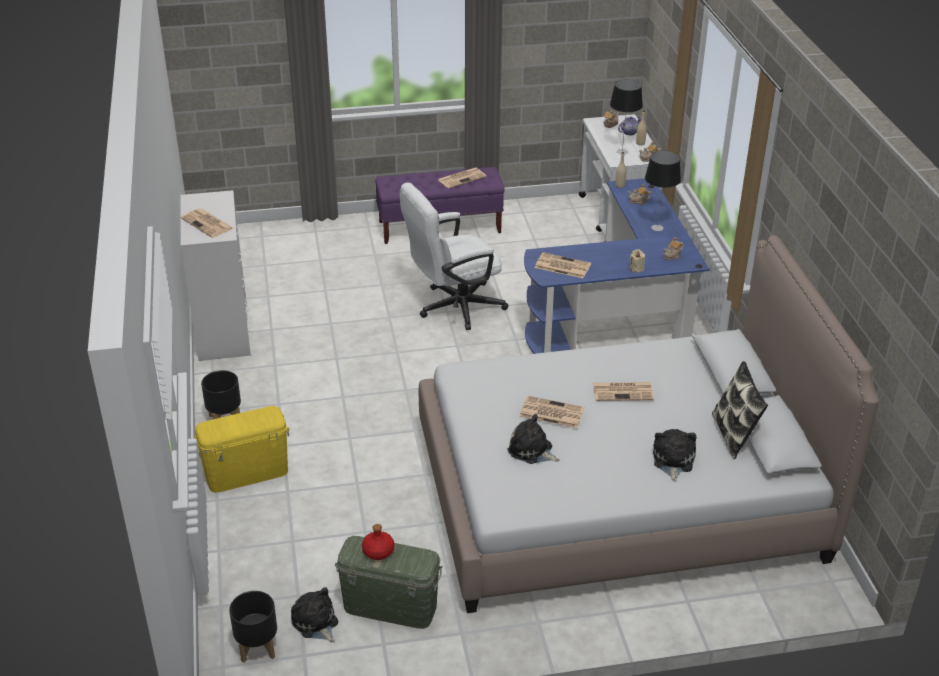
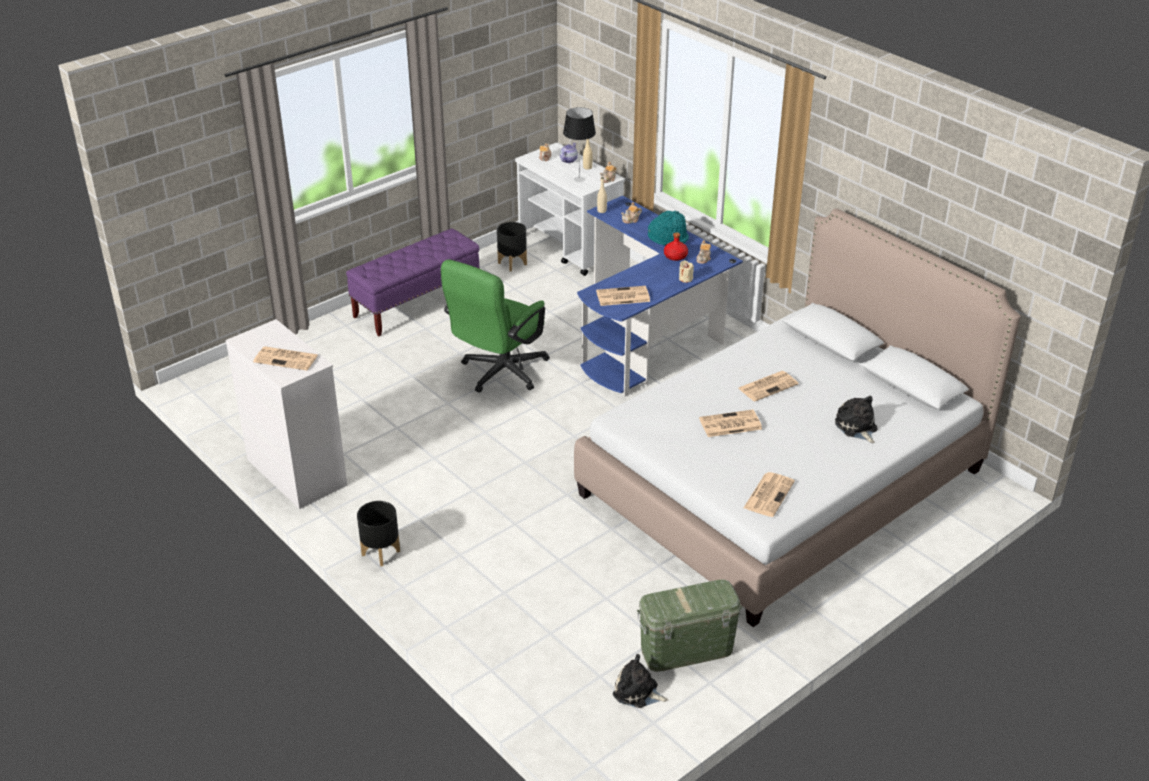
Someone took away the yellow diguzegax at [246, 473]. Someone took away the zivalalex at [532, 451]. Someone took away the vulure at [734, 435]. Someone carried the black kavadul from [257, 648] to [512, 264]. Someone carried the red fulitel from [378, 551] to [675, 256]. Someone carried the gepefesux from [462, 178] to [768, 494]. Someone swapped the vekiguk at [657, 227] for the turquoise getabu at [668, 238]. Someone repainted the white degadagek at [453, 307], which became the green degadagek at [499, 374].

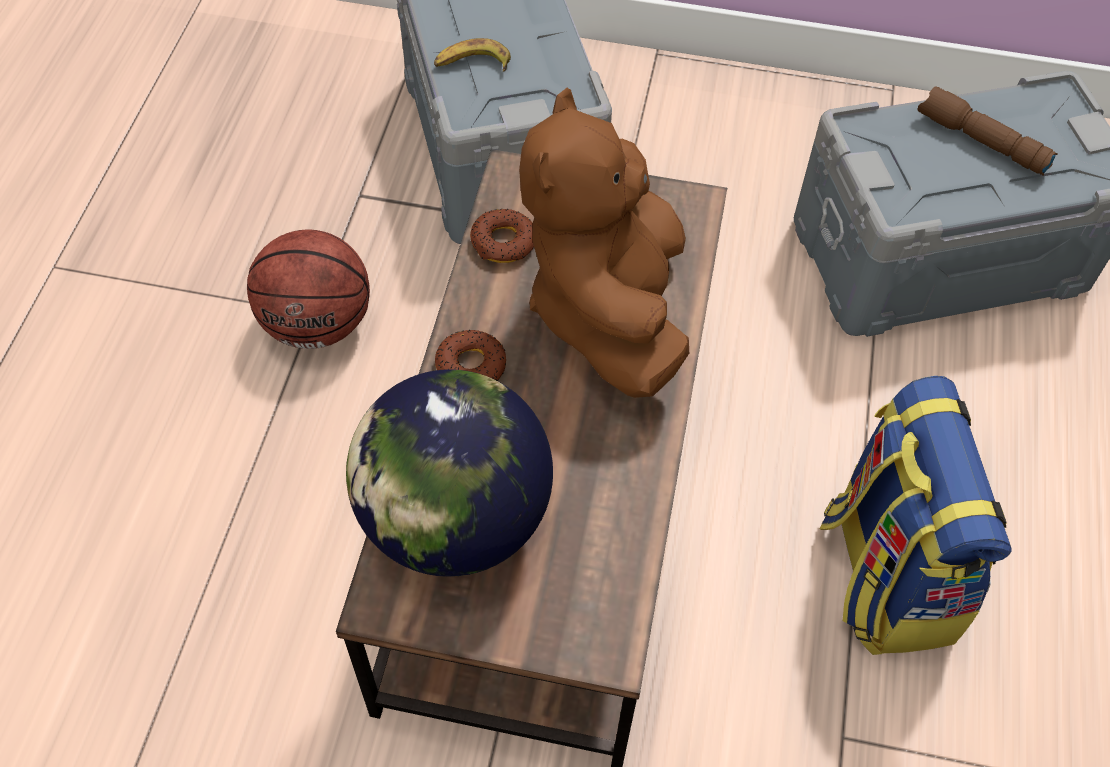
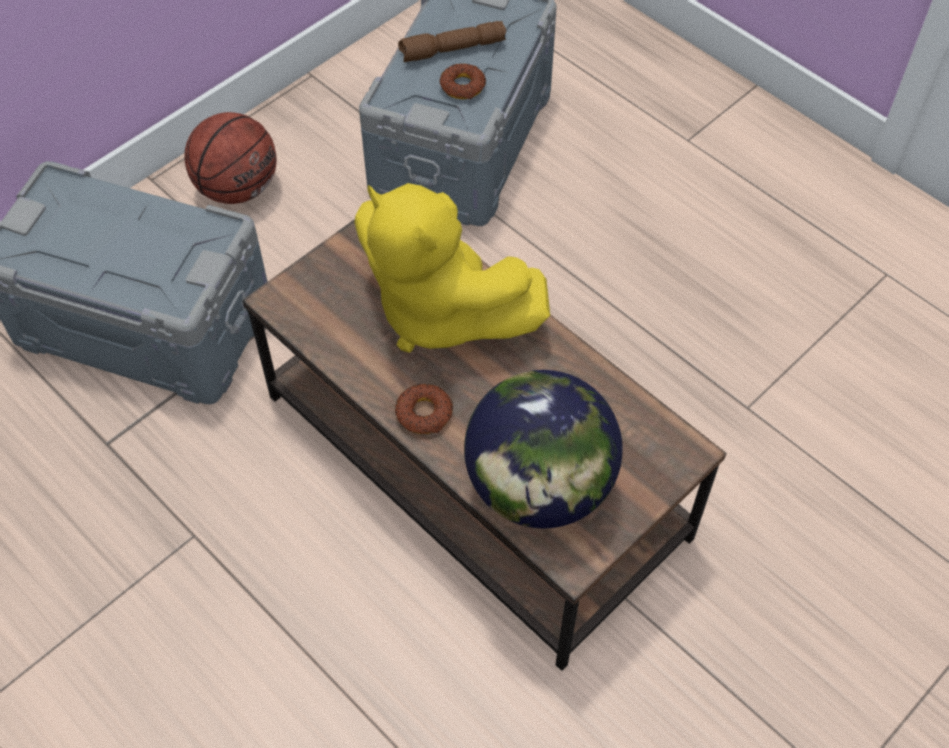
Someone took away the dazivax at [472, 64]. Someone took away the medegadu at [884, 574]. Someone carried the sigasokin from [318, 324] to [238, 188]. Someone carried the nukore from [503, 242] to [463, 86]. Someone repainted the brown zivalalex at [608, 309], which became the yellow zivalalex at [440, 311].

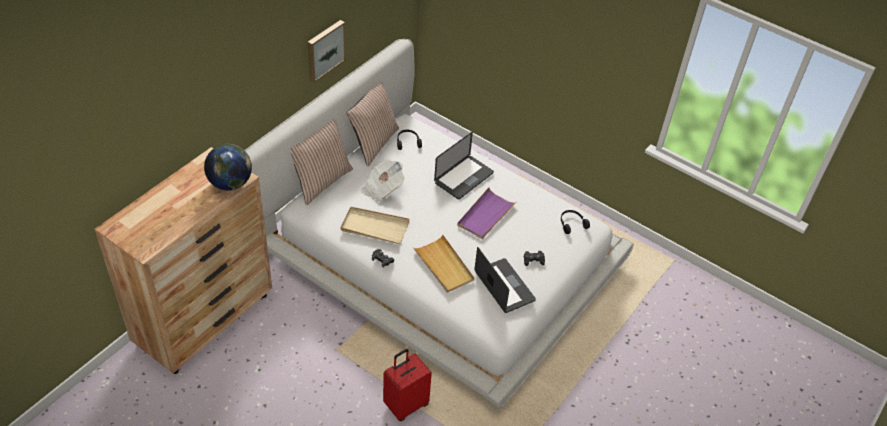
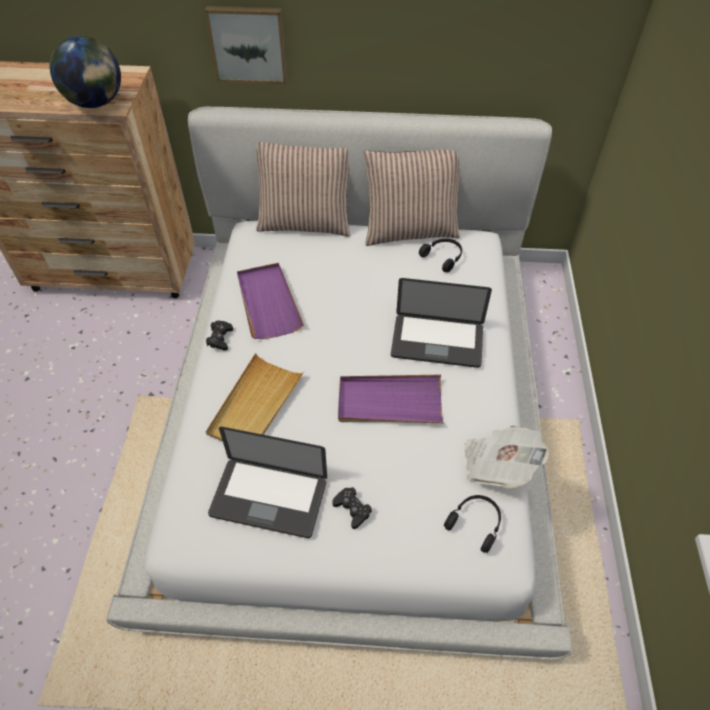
Someone took away the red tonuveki at [405, 404]. Someone carried the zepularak from [325, 50] to [248, 44]. Someone carried the gepefesux from [382, 188] to [498, 465]. Someone repainted the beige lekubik at [374, 227], which became the purple lekubik at [268, 302]. Someone rotated the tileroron at [504, 286] by 75 degrees clockwise.

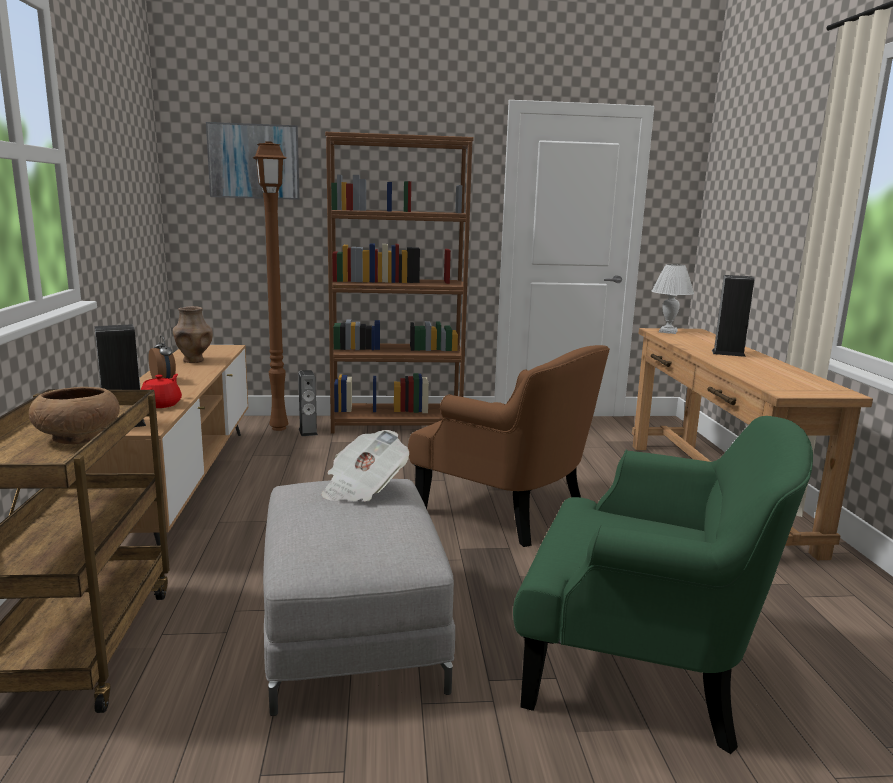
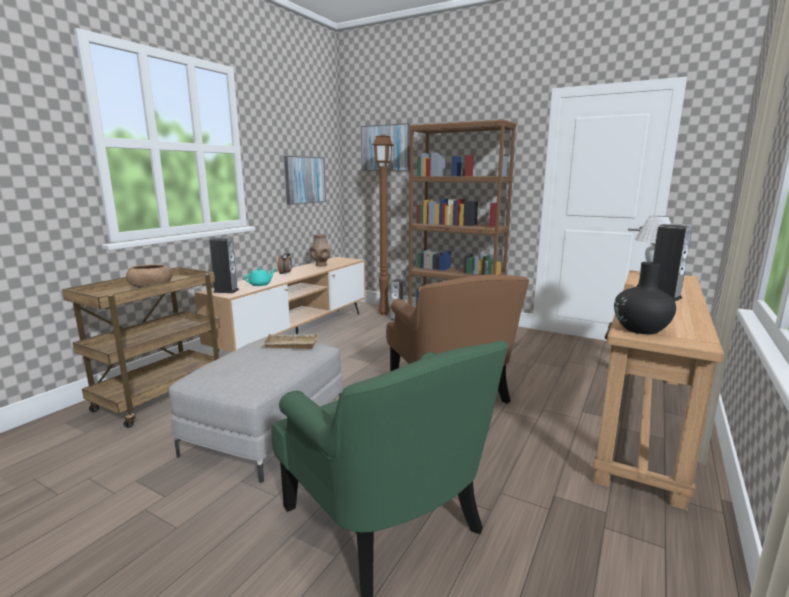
Someone put up the zepularak at [304, 180]. Someone put down the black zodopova at [640, 329]. Someone swapped the gepefesux at [363, 488] for the beige lekubik at [290, 345]. Someone repainted the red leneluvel at [162, 404], which became the turquoise leneluvel at [260, 284].

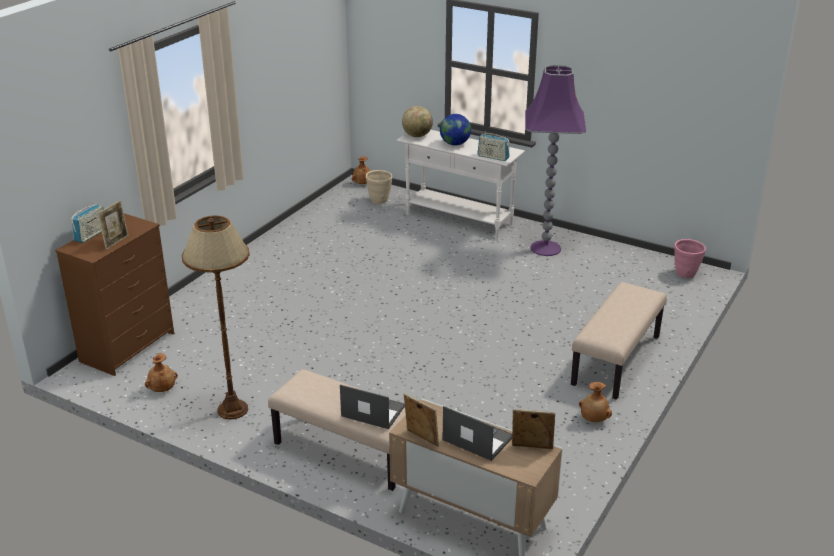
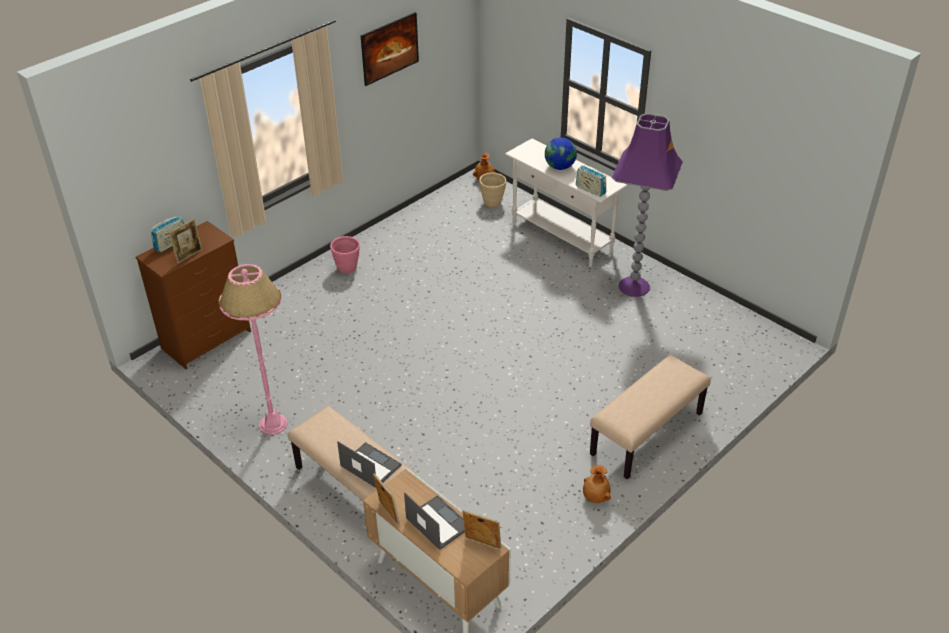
Someone took away the brown zodopova at [162, 389]. Someone took away the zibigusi at [417, 136]. Someone put up the zepularak at [390, 60]. Someone carried the pink kavadul from [686, 274] to [347, 269]. Someone repainted the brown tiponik at [233, 409], which became the pink tiponik at [273, 424].

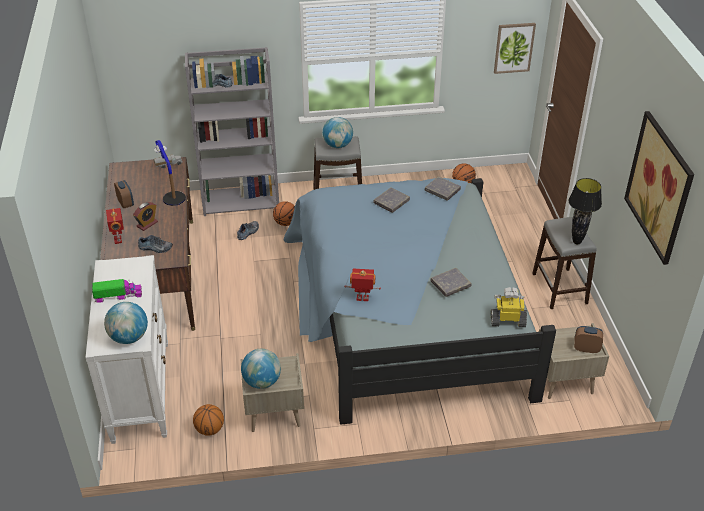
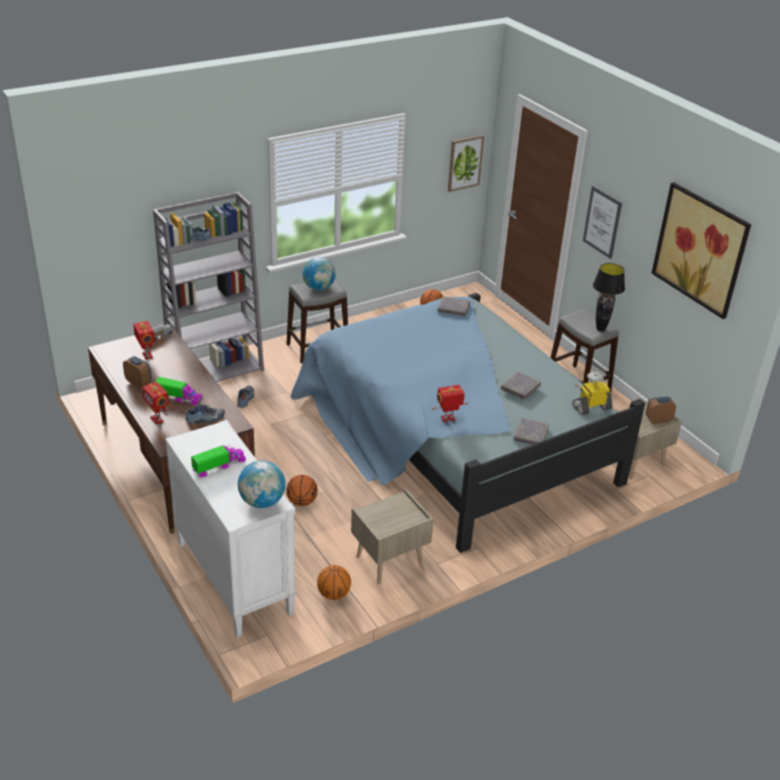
Someone took away the vekiguk at [171, 191]. Someone took away the zibigusi at [262, 381]. Someone put down the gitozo at [146, 356]. Someone put up the zepularak at [602, 222]. Someone carried the sigasokin from [285, 223] to [302, 502]. Someone carried the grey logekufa from [391, 202] to [530, 434]. Someone swapped the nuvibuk at [147, 224] for the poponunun at [178, 398].

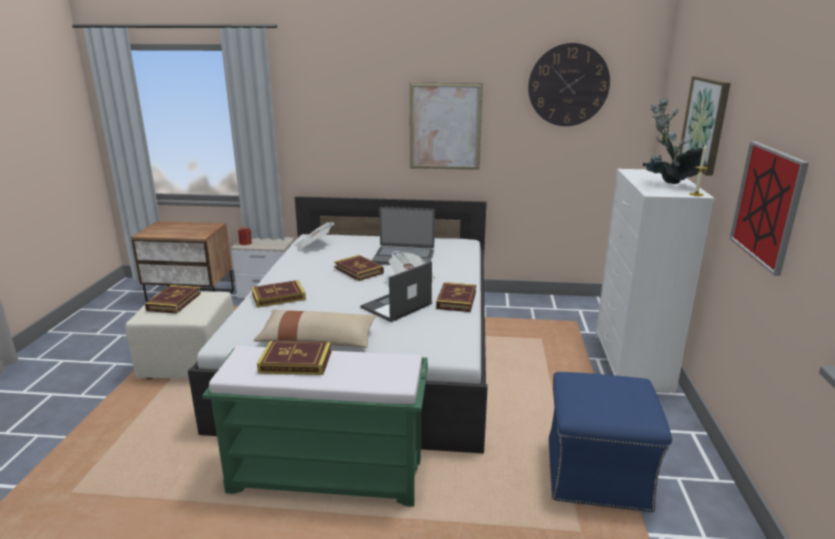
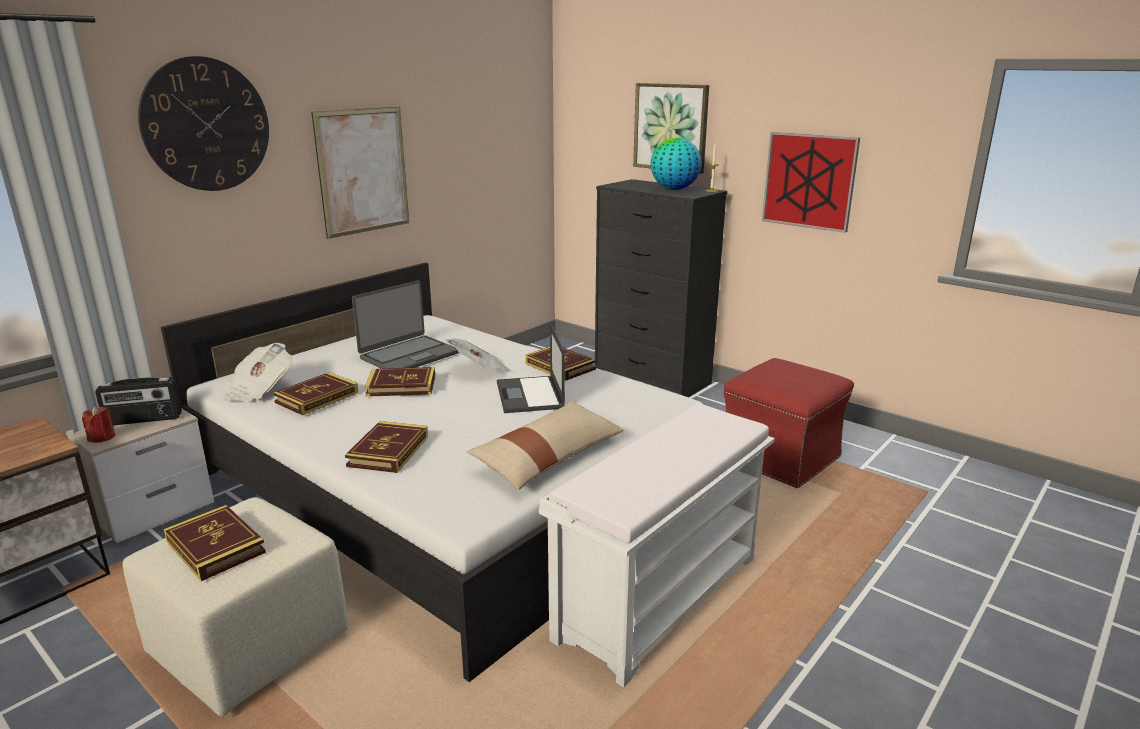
Someone put down the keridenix at [143, 420]. Someone carried the logekufa from [296, 362] to [317, 397]. Someone carried the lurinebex from [568, 85] to [206, 125]. Someone swapped the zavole at [666, 185] for the zibigusi at [674, 189]. Someone repainted the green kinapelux at [328, 475], which became the white kinapelux at [659, 597]. Someone repainted the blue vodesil at [598, 474], which became the red vodesil at [780, 457]. Someone repainted the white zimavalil at [632, 362], which became the black zimavalil at [653, 378].

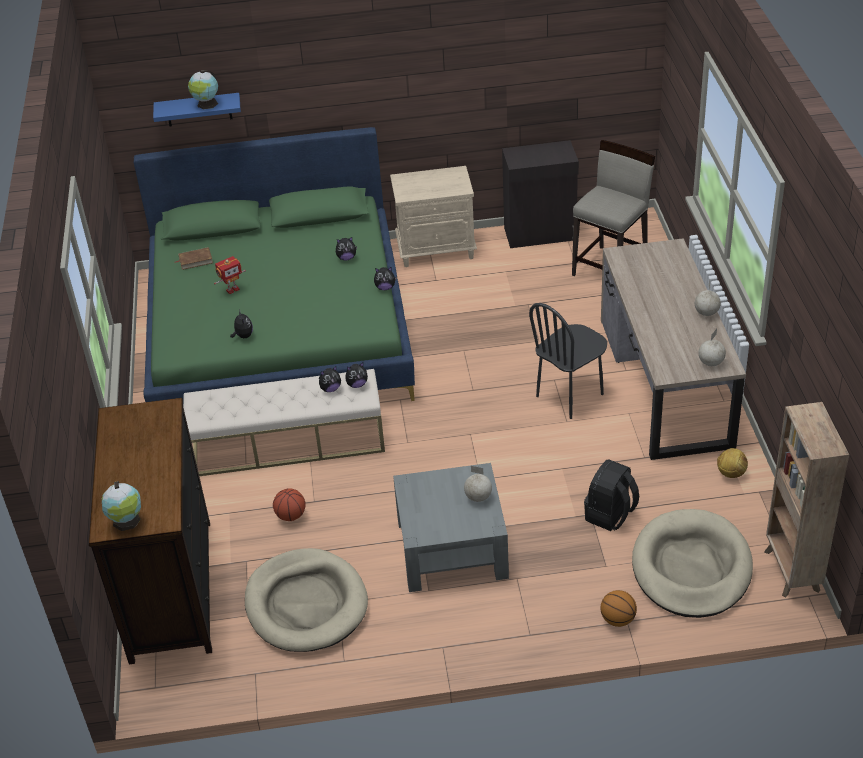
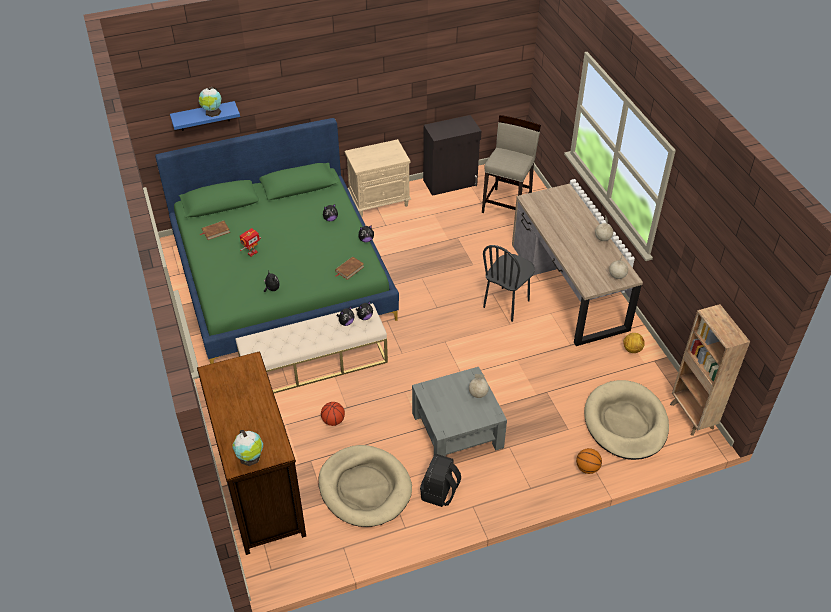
Someone put down the brown logekufa at [349, 269]. Someone carried the black medegadu from [610, 515] to [440, 493].

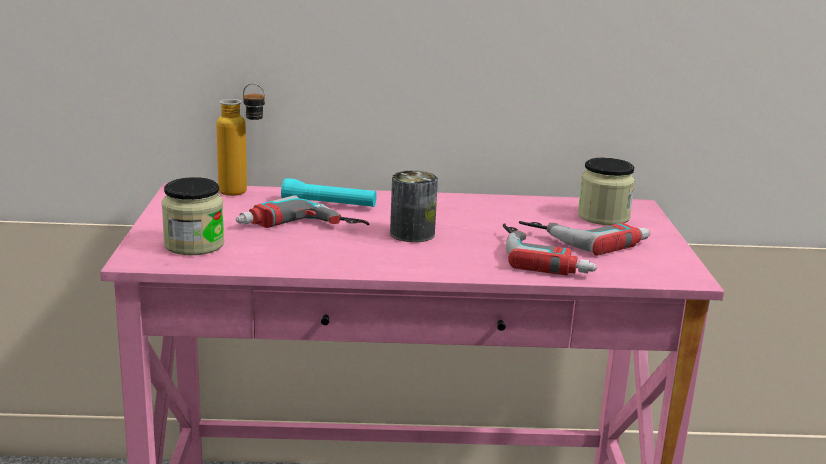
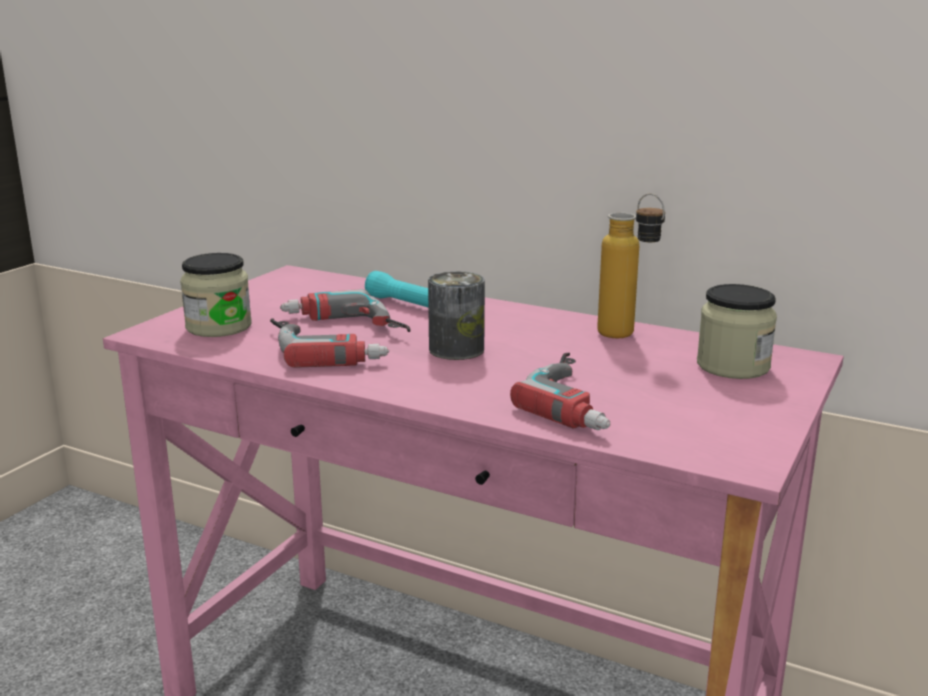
Someone carried the fulitel from [243, 193] to [627, 337]. Someone carried the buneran from [585, 237] to [327, 347].

